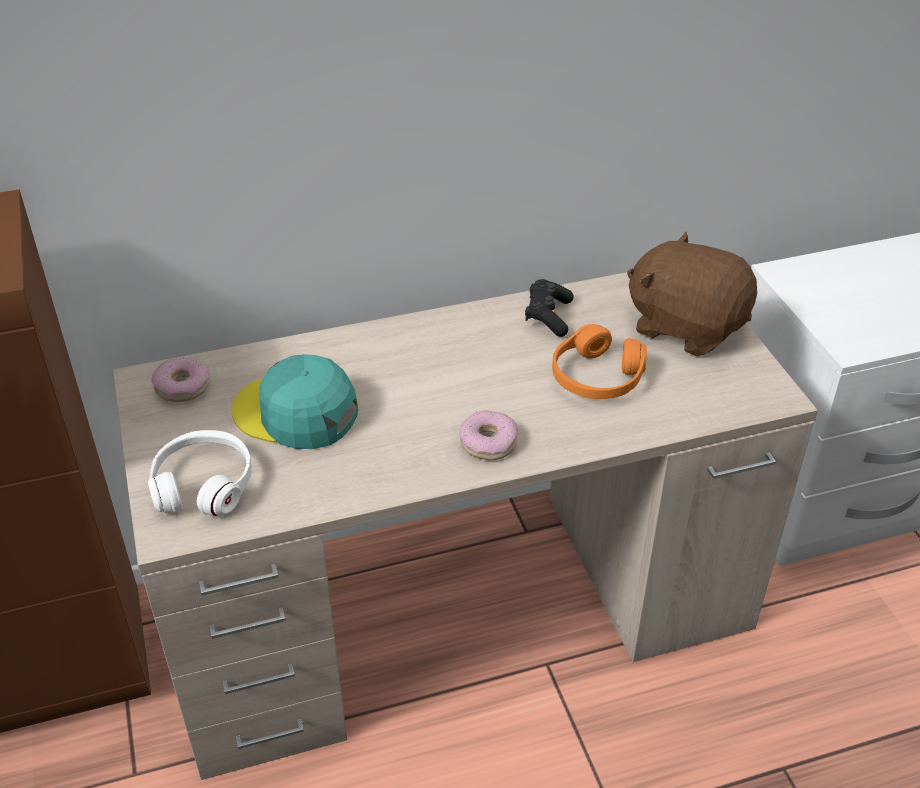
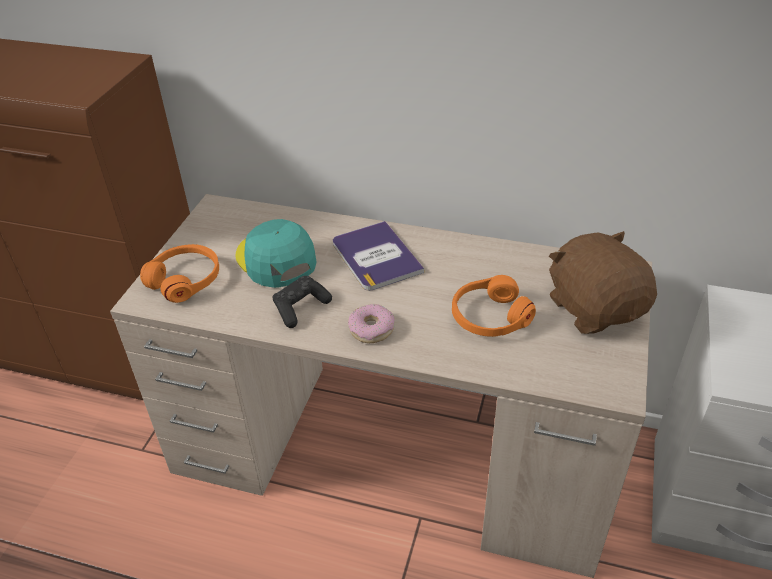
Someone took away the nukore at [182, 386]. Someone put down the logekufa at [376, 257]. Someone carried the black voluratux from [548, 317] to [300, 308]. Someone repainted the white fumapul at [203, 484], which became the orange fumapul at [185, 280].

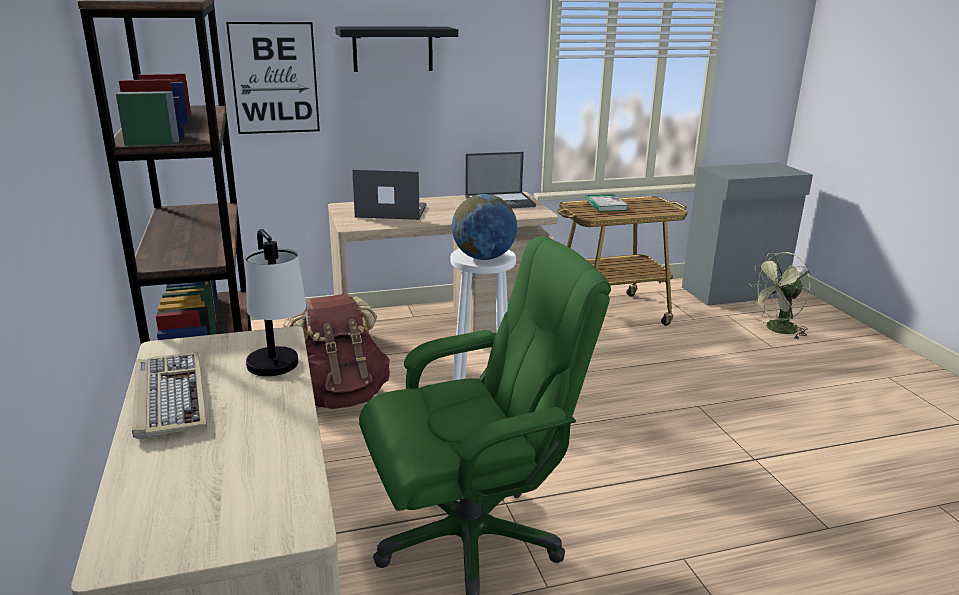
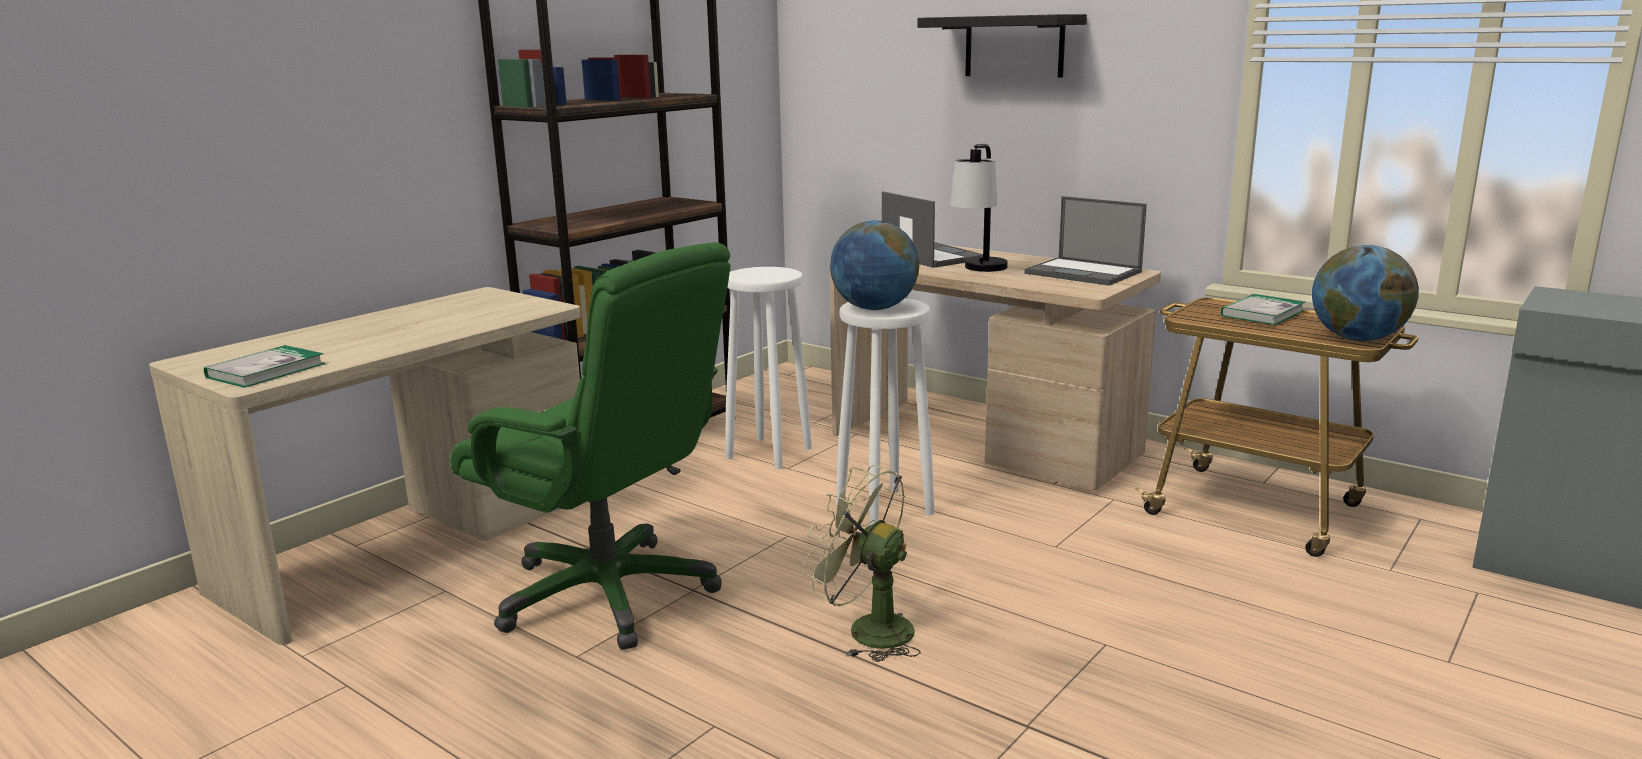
Someone took away the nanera at [168, 397]. Someone took away the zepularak at [274, 78]. Someone put down the logekufa at [266, 370]. Someone put down the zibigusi at [1357, 339]. Someone carried the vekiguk from [279, 375] to [980, 271]. Someone carried the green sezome from [776, 330] to [867, 630]. Someone swapped the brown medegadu at [340, 396] for the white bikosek at [770, 453].

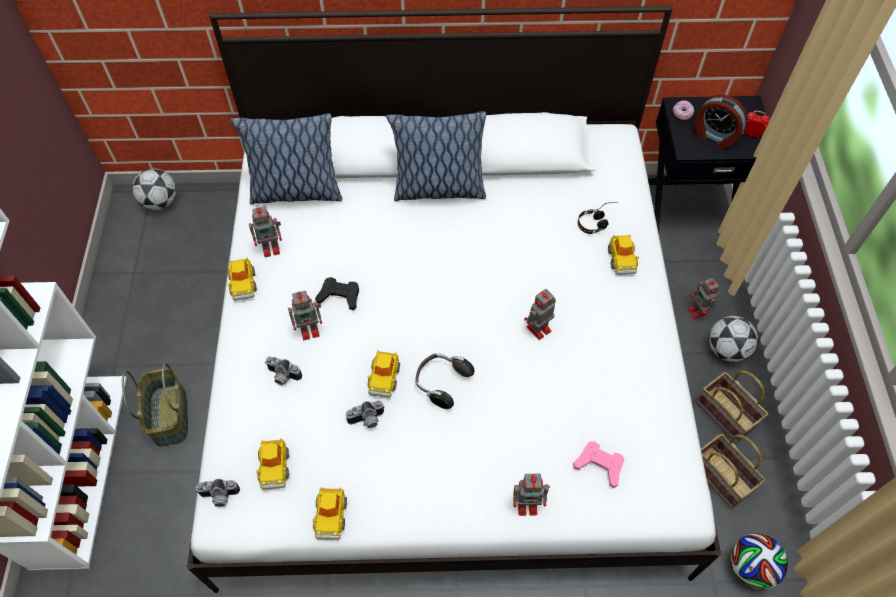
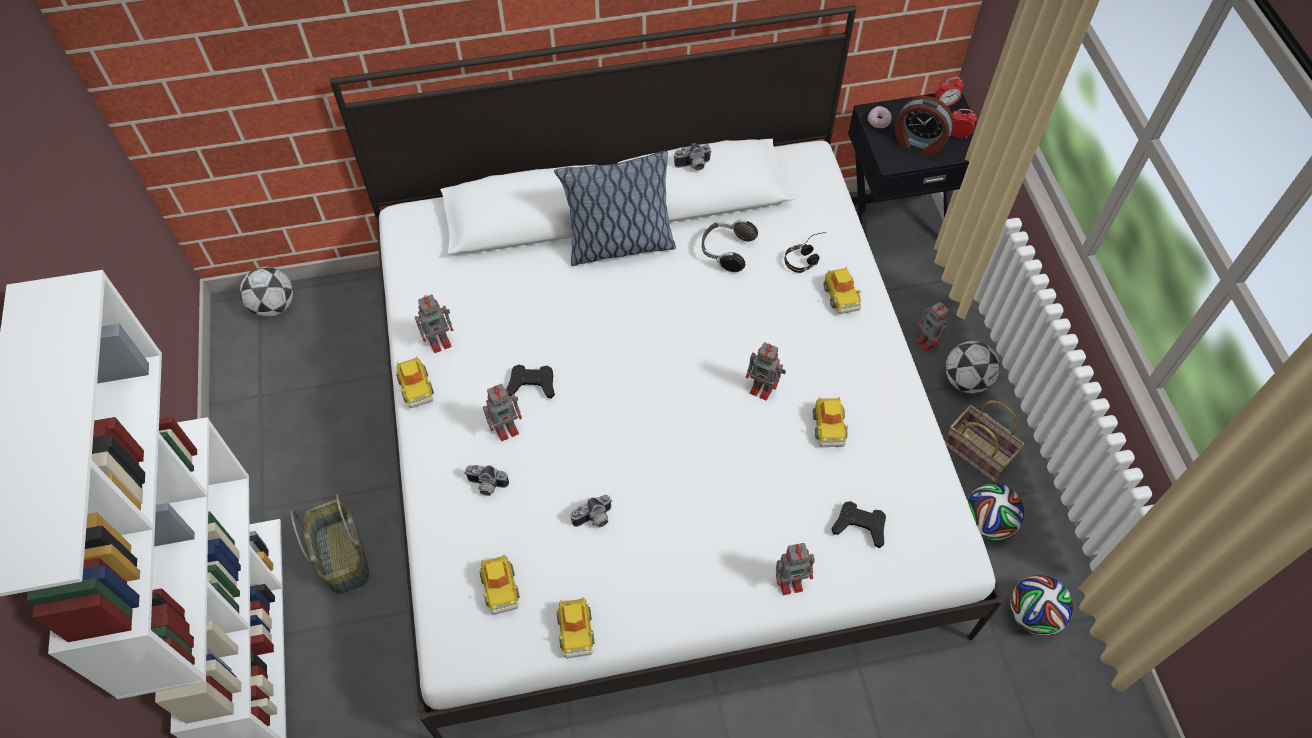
Someone took away the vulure at [295, 191]. Someone put down the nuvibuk at [945, 104]. Someone carried the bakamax from [219, 497] to [693, 166]. Someone carried the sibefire from [384, 377] to [829, 426]. Someone carried the fumapul from [441, 383] to [726, 251]. Someone swapped the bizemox at [723, 478] for the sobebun at [987, 523]. Someone repainted the pink voluratux at [599, 465], which became the black voluratux at [859, 526]. Someone rotated the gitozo at [537, 329] by 105 degrees counterclockwise.

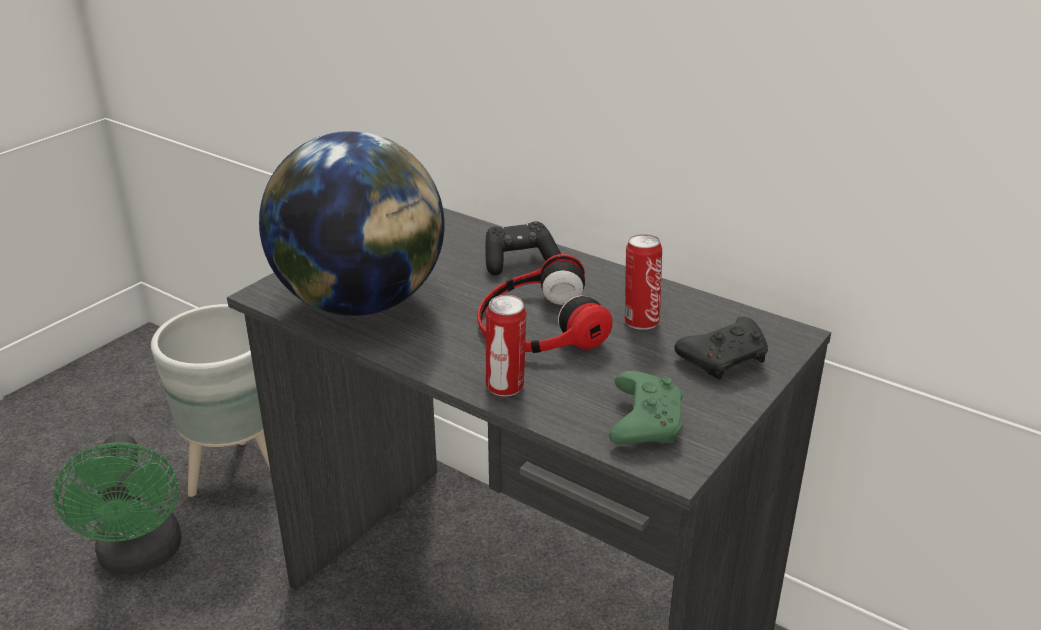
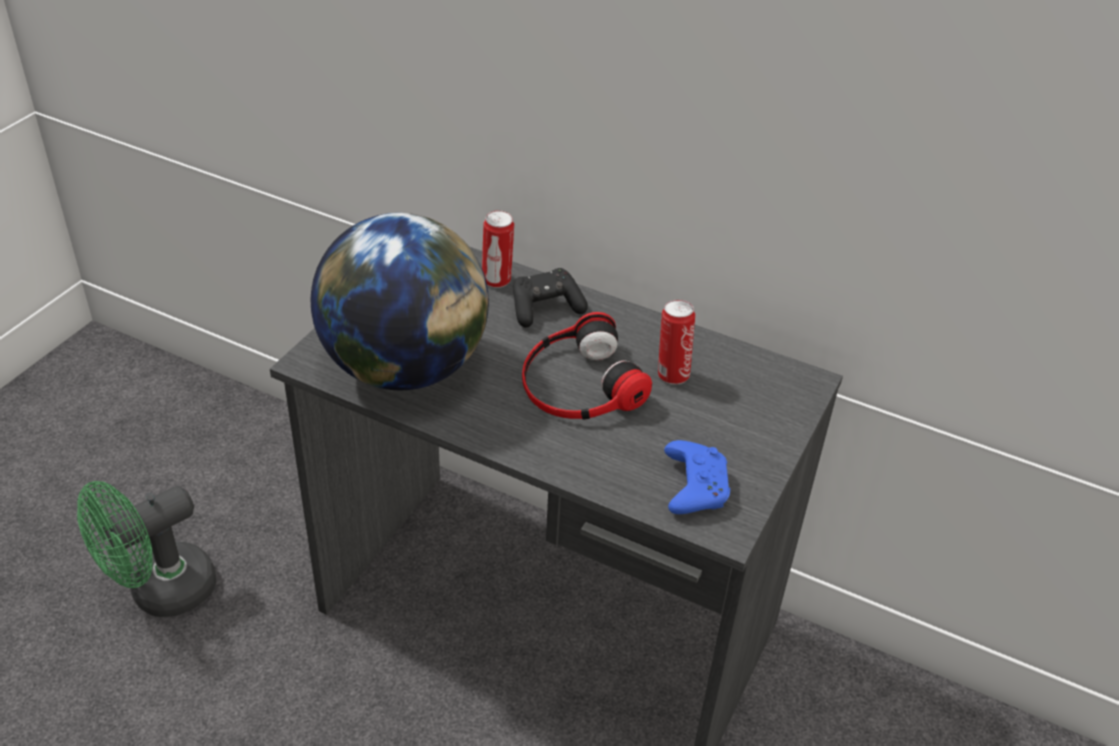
Someone took away the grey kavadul at [240, 473]. Someone took away the black voluratux at [725, 359]. Someone carried the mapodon from [505, 387] to [497, 281]. Someone repainted the green voluratux at [644, 422], which became the blue voluratux at [693, 487]. Someone rotated the green sezome at [140, 557] by 75 degrees clockwise.

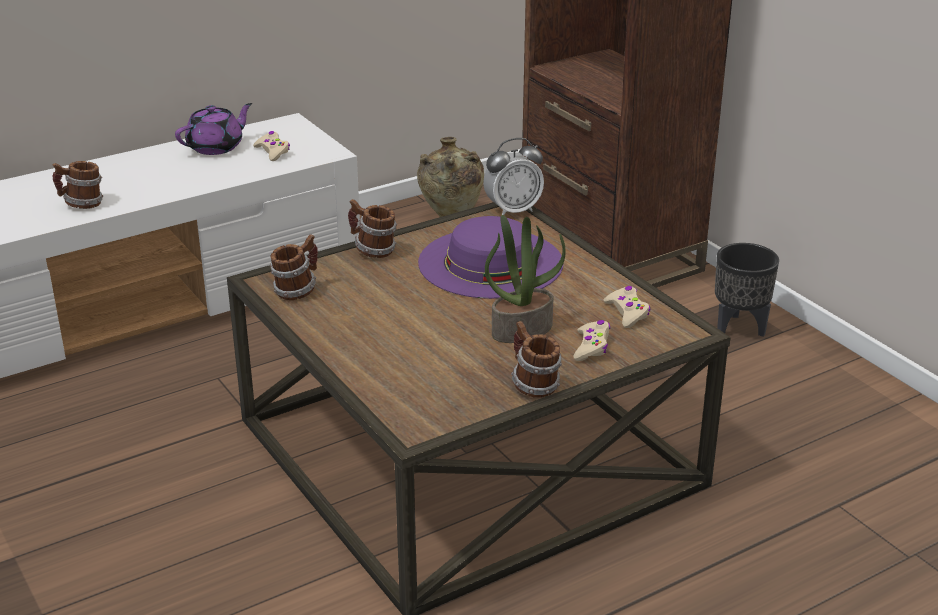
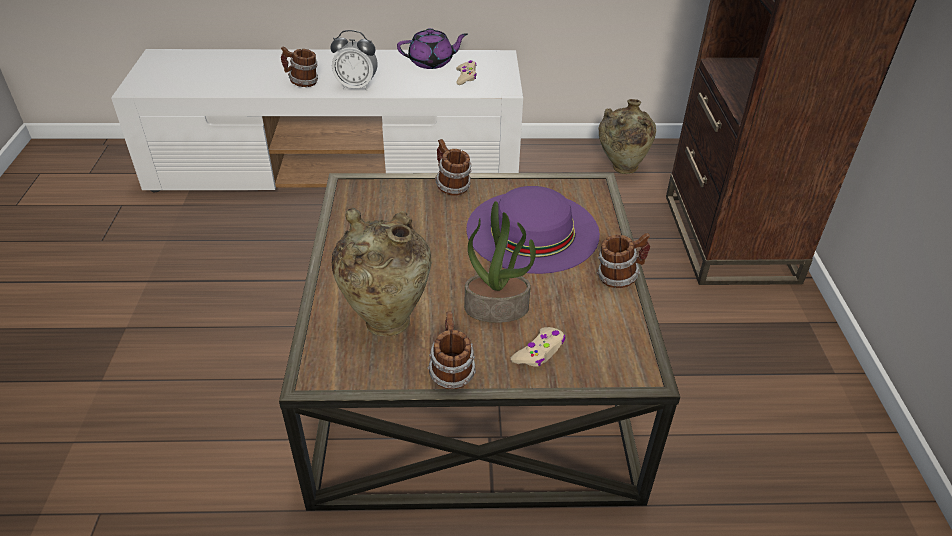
Someone took away the beige voluratux at [627, 313]. Someone took away the black kavadul at [738, 328]. Someone put down the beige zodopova at [386, 318]. Someone carried the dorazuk from [296, 290] to [619, 277]. Someone carried the nuvibuk from [513, 210] to [357, 86].

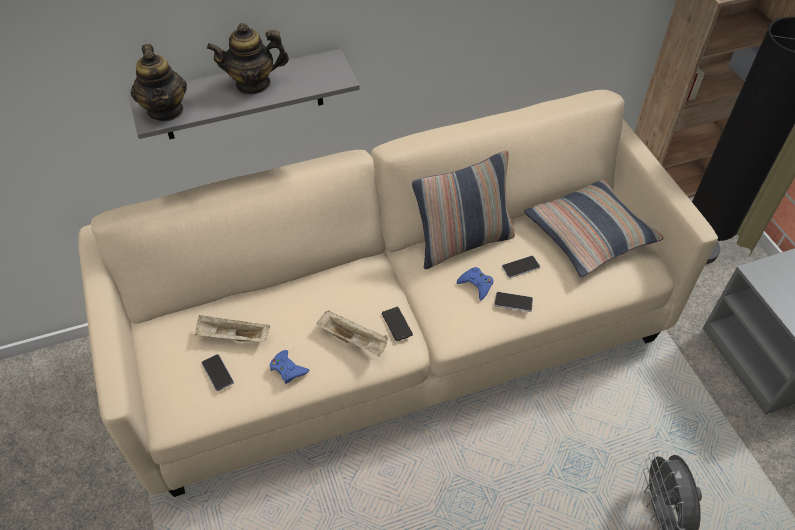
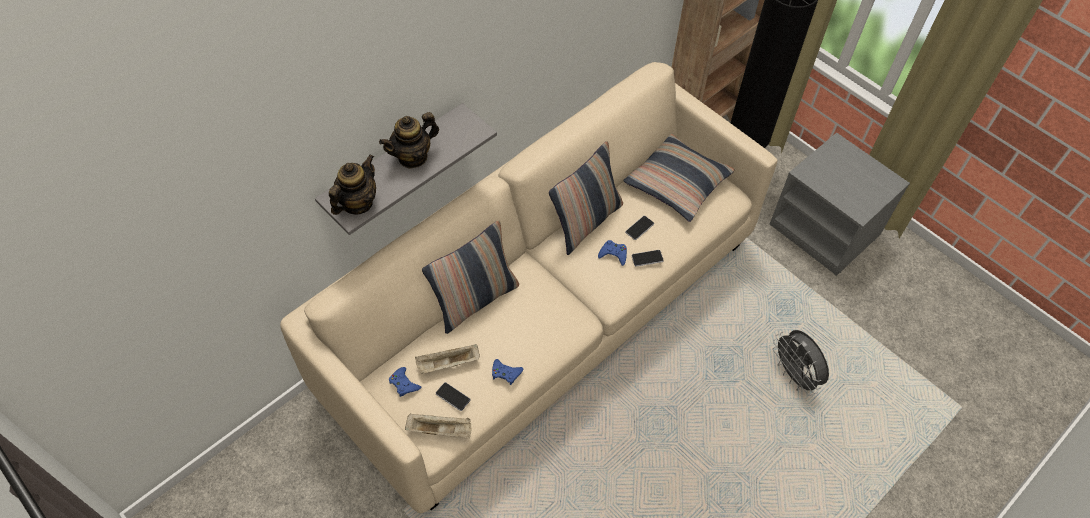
Someone took away the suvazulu at [397, 324]. Someone put down the blue voluratux at [404, 384]. Someone put down the vulure at [475, 300]. Someone carried the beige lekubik from [354, 340] to [440, 430]. Someone rotated the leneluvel at [166, 110] by 105 degrees counterclockwise.

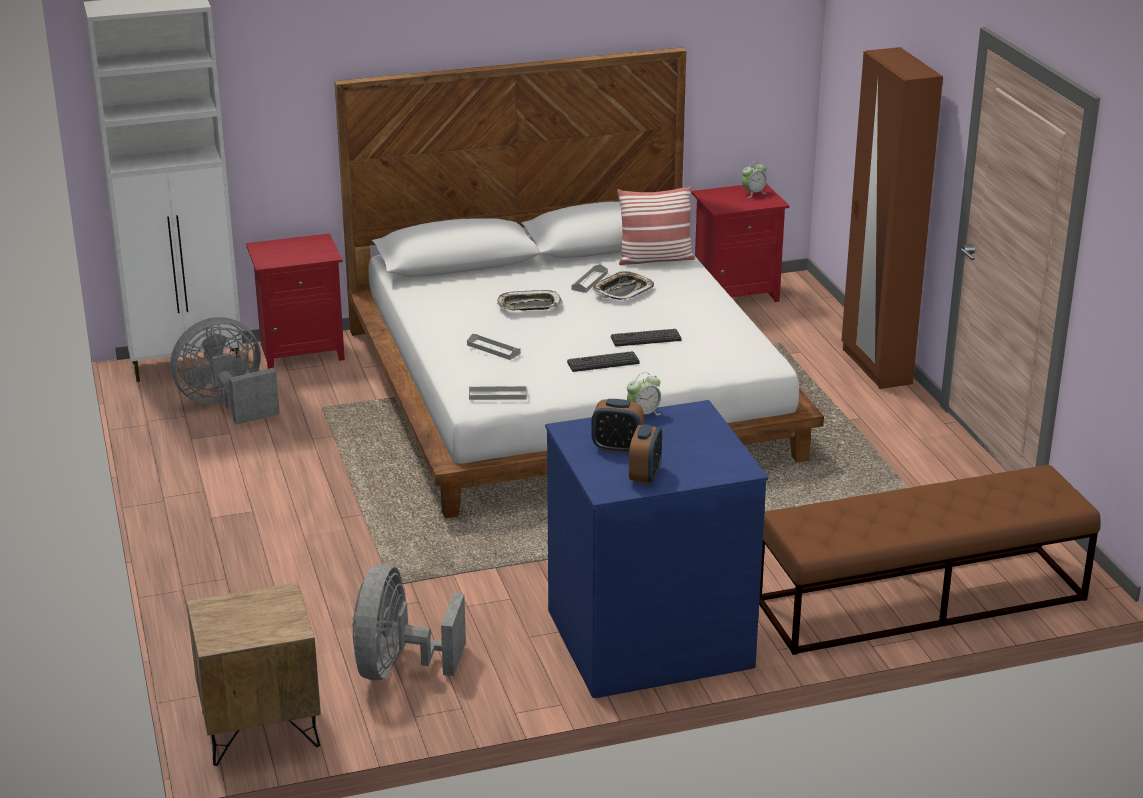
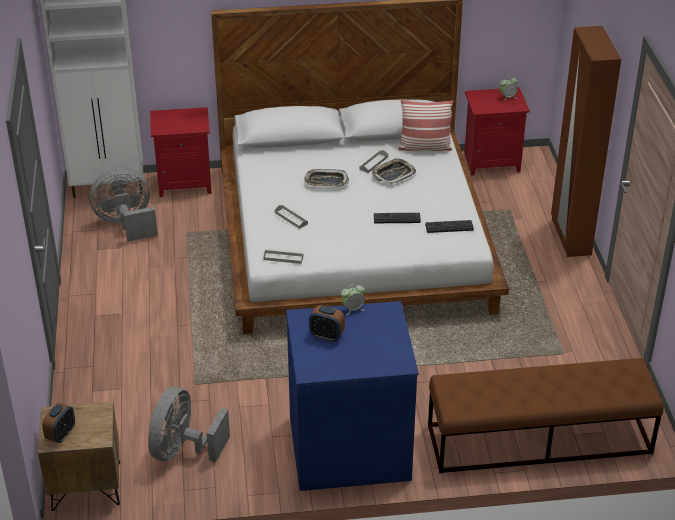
Someone carried the nanera from [603, 362] to [449, 227]. Someone carried the nuvibuk from [645, 476] to [61, 434].

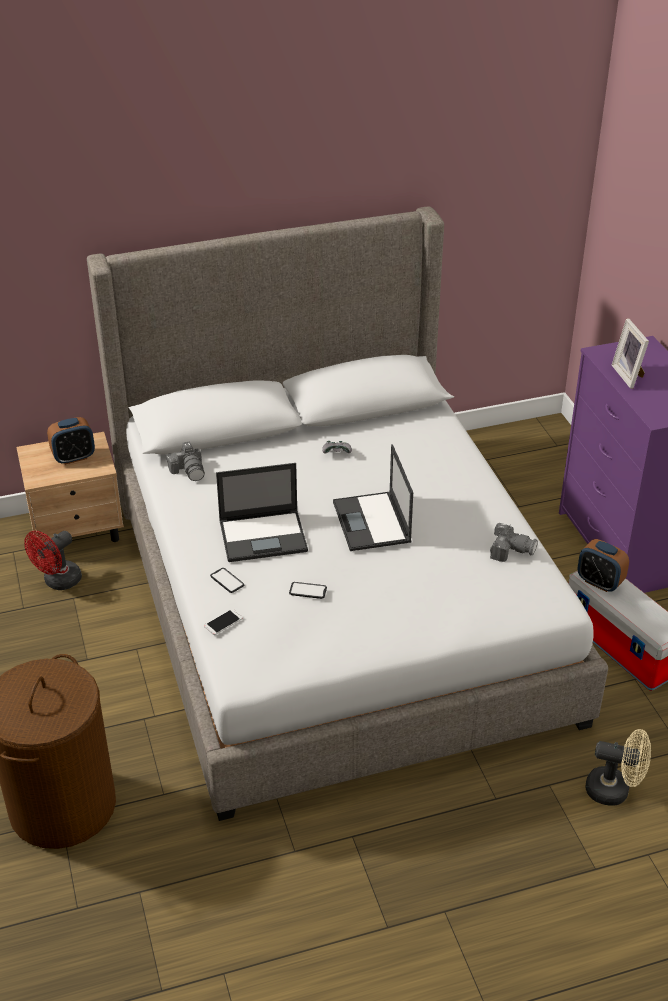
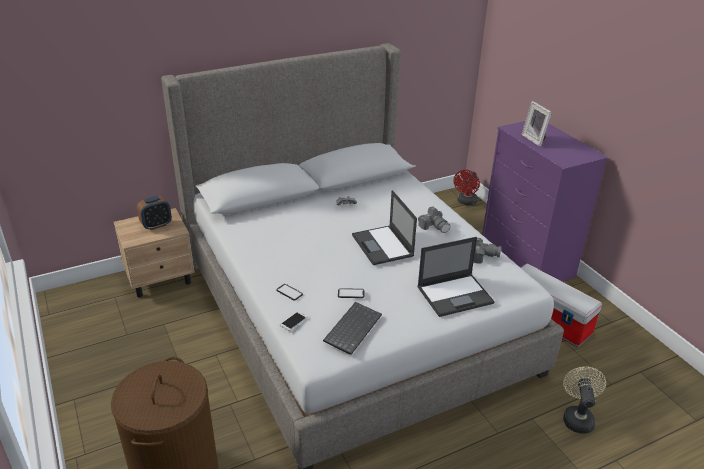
Someone took away the nuvibuk at [599, 582]. Someone put down the nanera at [352, 328]. Someone carried the red sezome from [58, 582] to [466, 202]. Someone carried the bakamax from [189, 470] to [434, 226]. Someone carried the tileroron from [264, 536] to [455, 295]. Someone rotated the beige sezome at [614, 790] by 90 degrees counterclockwise.

